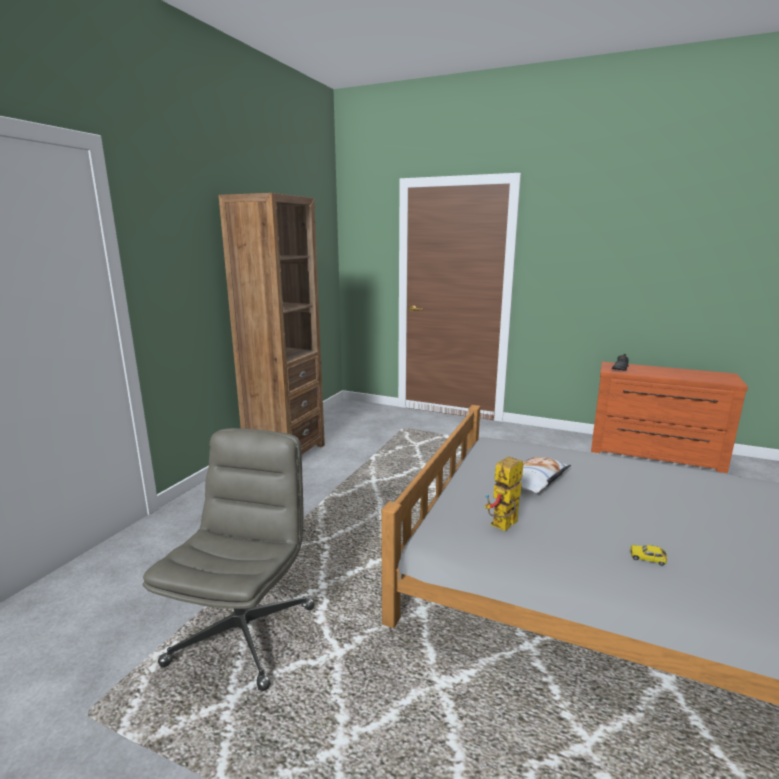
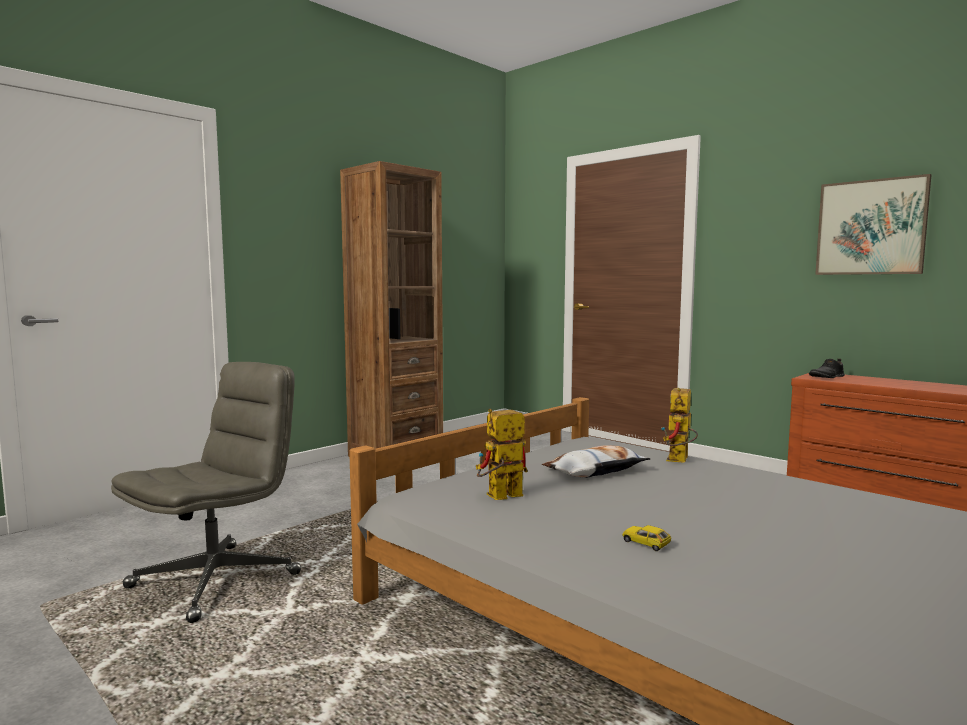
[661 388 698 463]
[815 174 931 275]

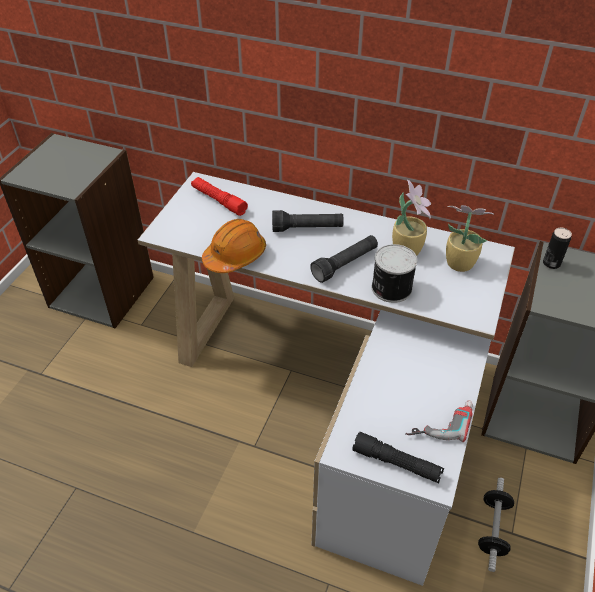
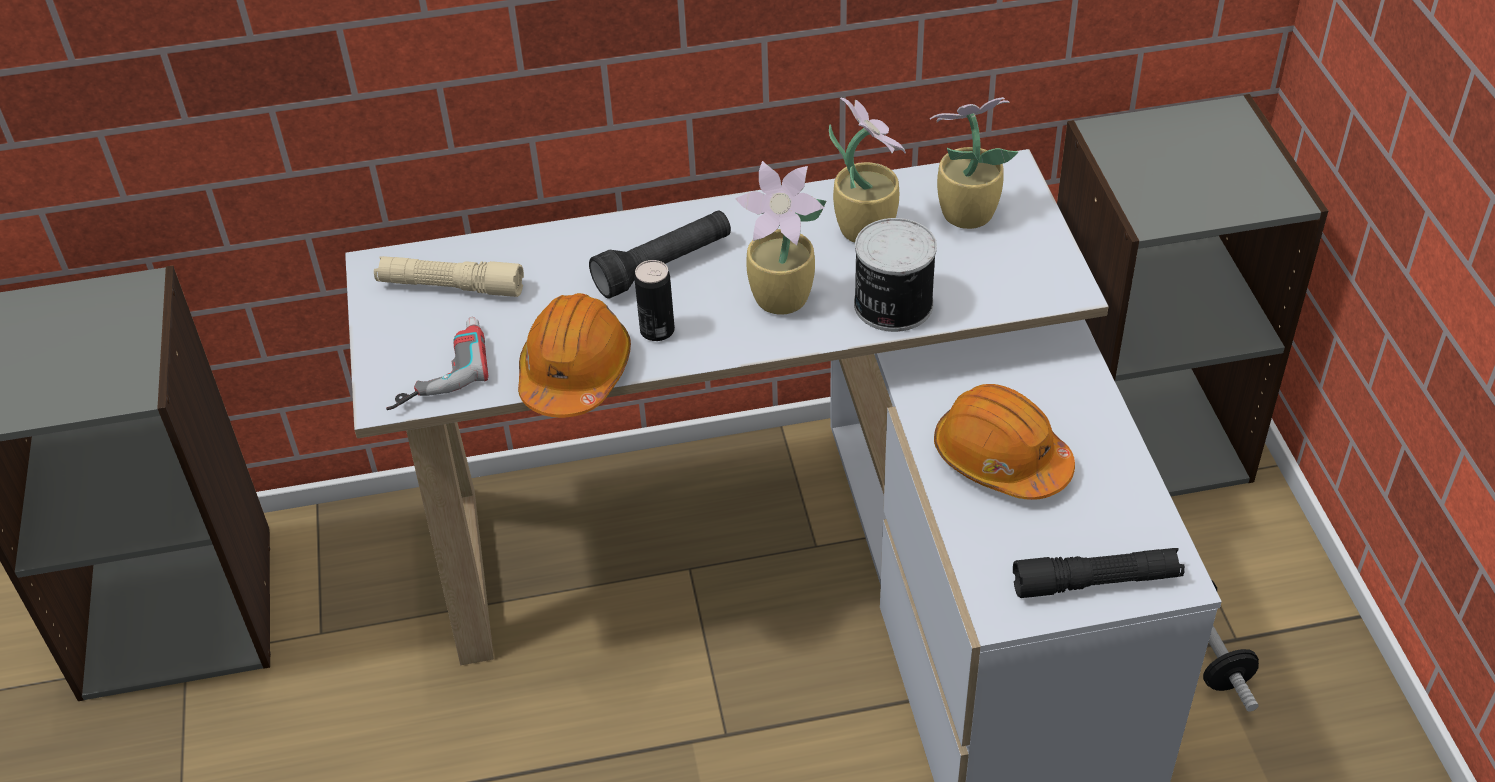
[374 256 524 297]
[735 161 826 315]
[386 317 488 410]
[634 260 675 341]
[934 384 1075 500]

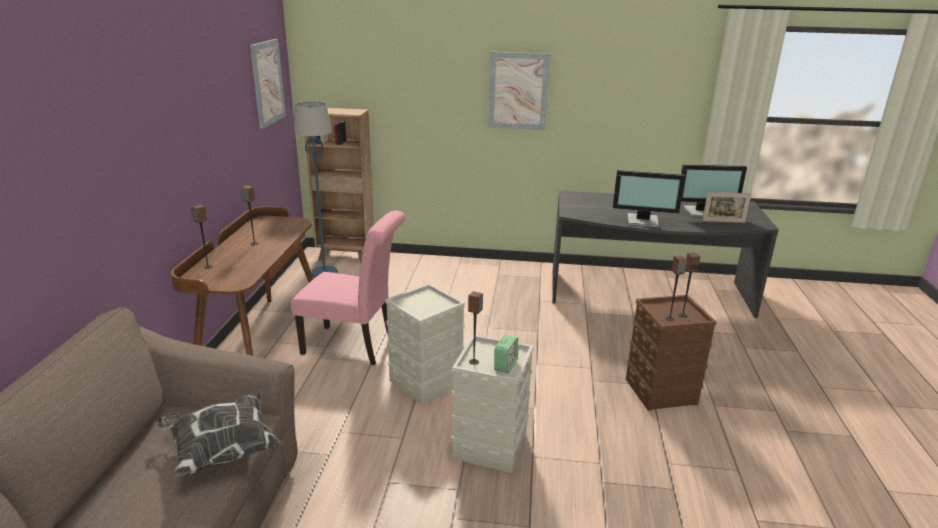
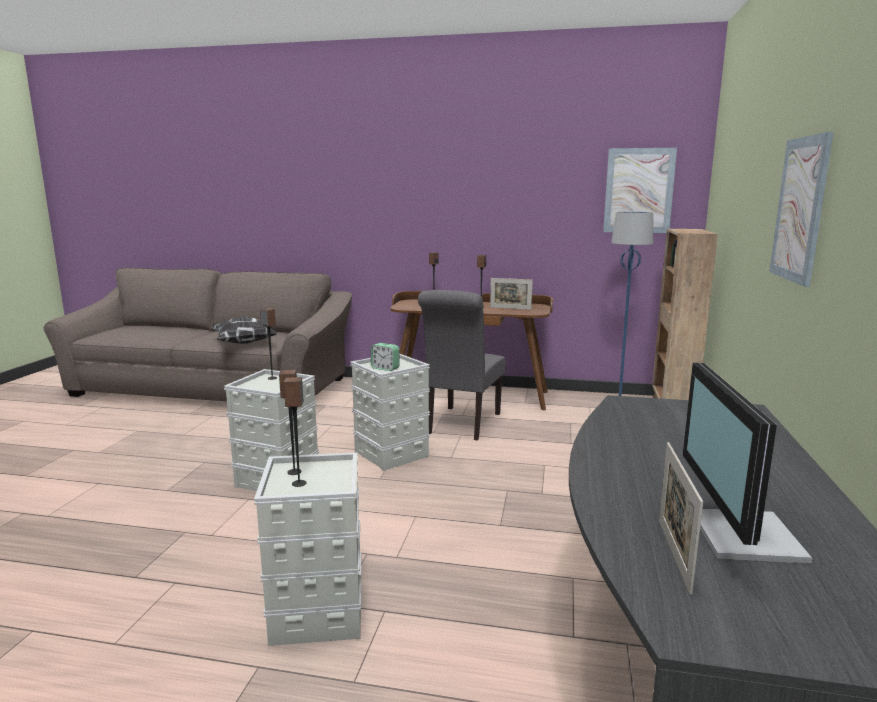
[418 290 506 441]
[371 343 399 371]
[613 170 685 227] (first image)
[254 452 361 646]
[490 278 533 310]

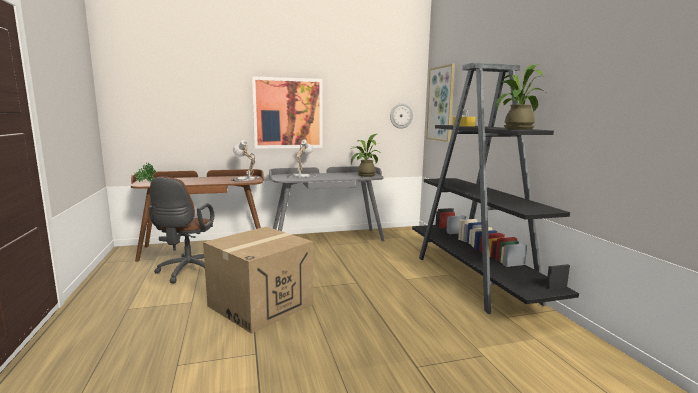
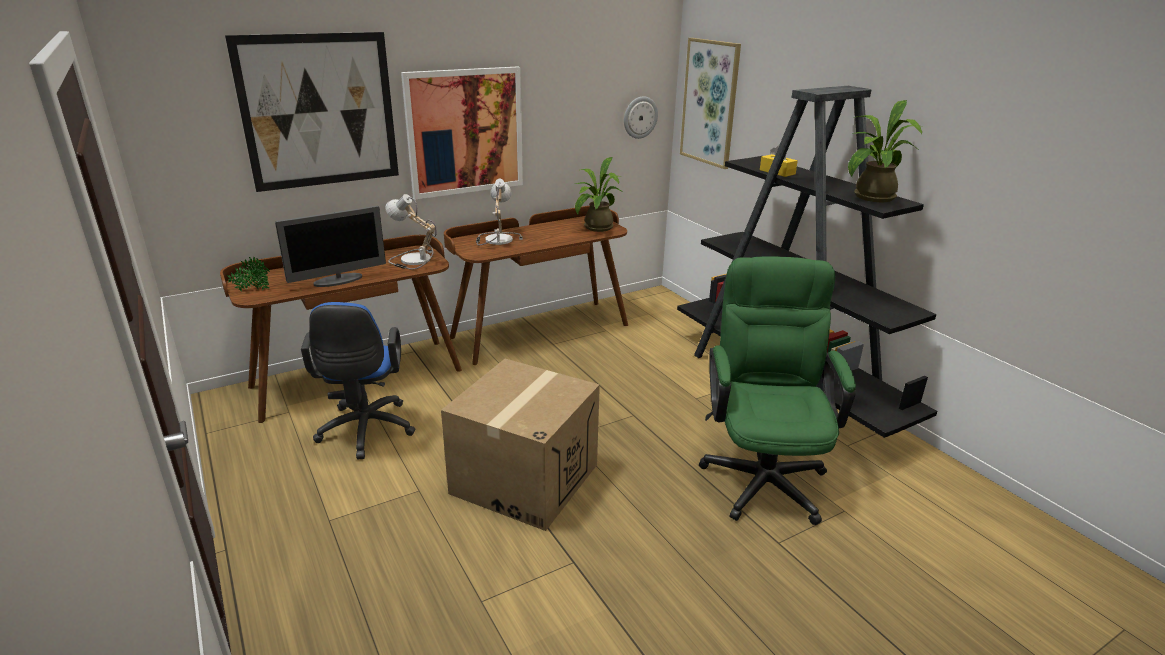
[301 302 416 459]
[444 206 628 365]
[225 32 399 192]
[275 206 386 287]
[699 256 856 525]

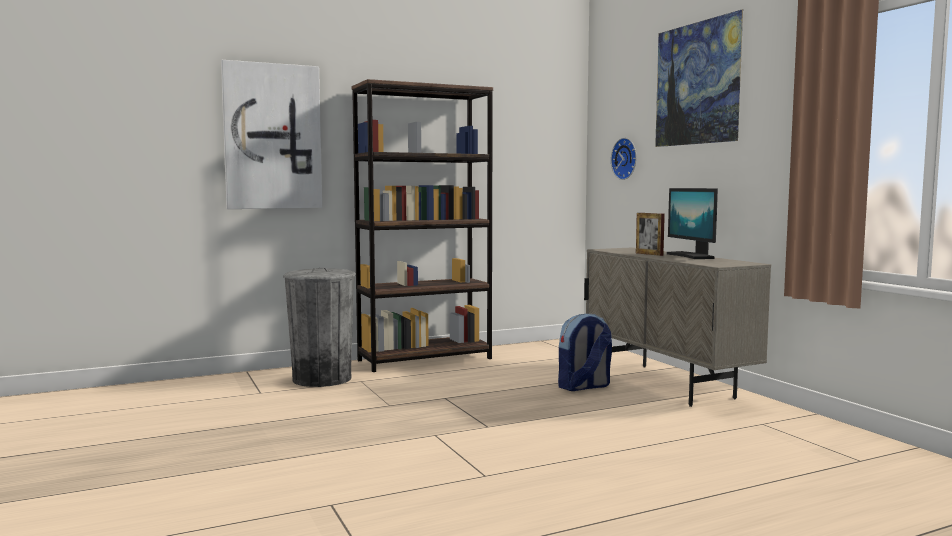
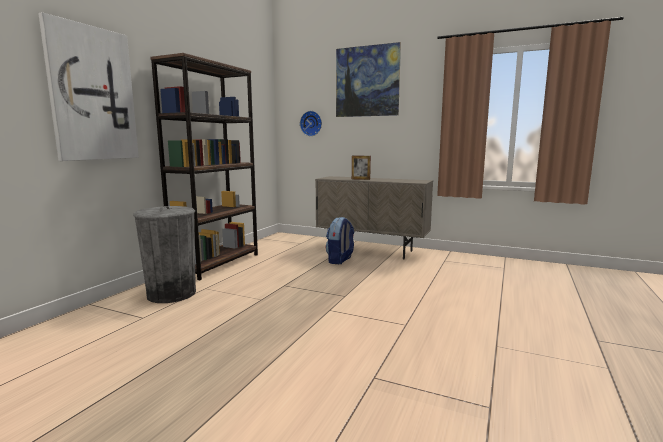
[667 188 718 259] (first image)

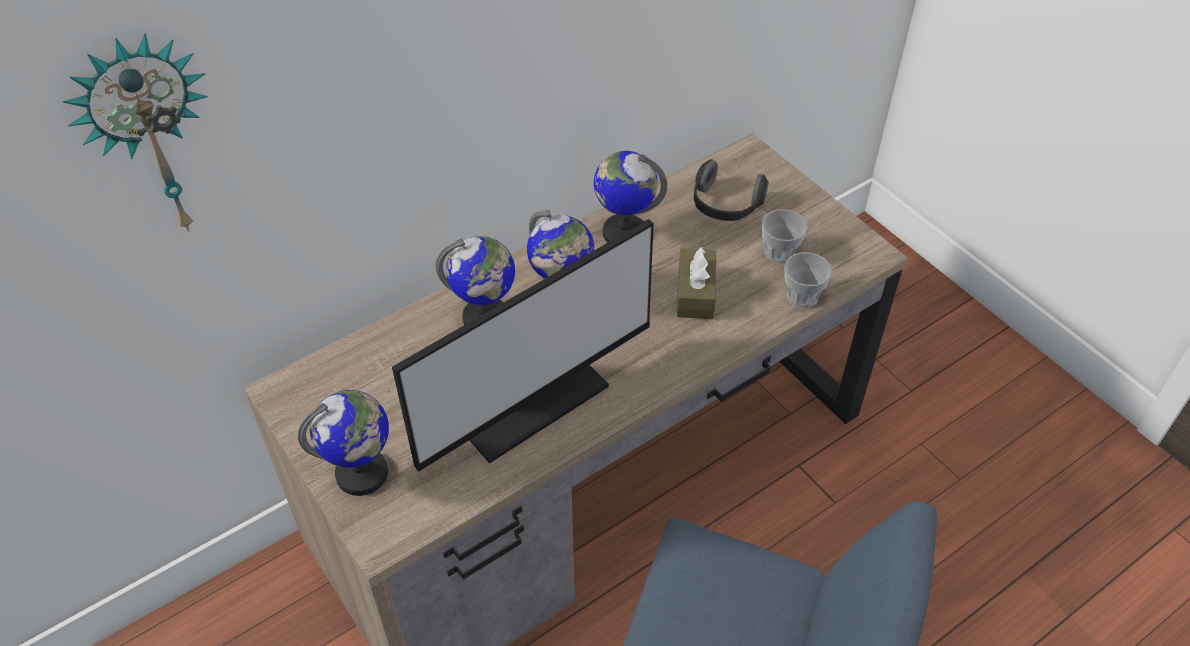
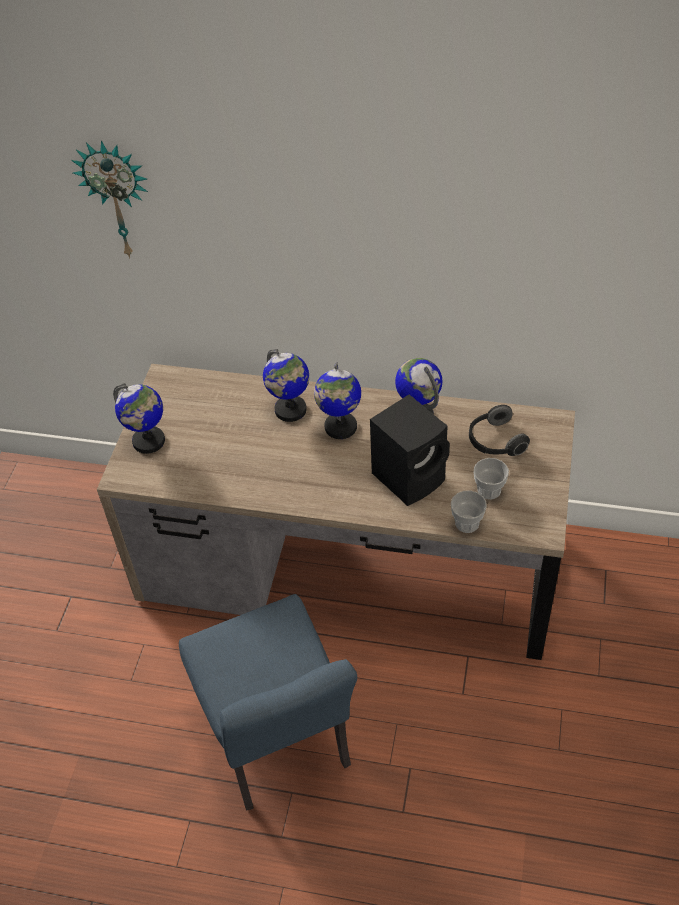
[392 219 654 471] (first image)
[370 394 450 506]

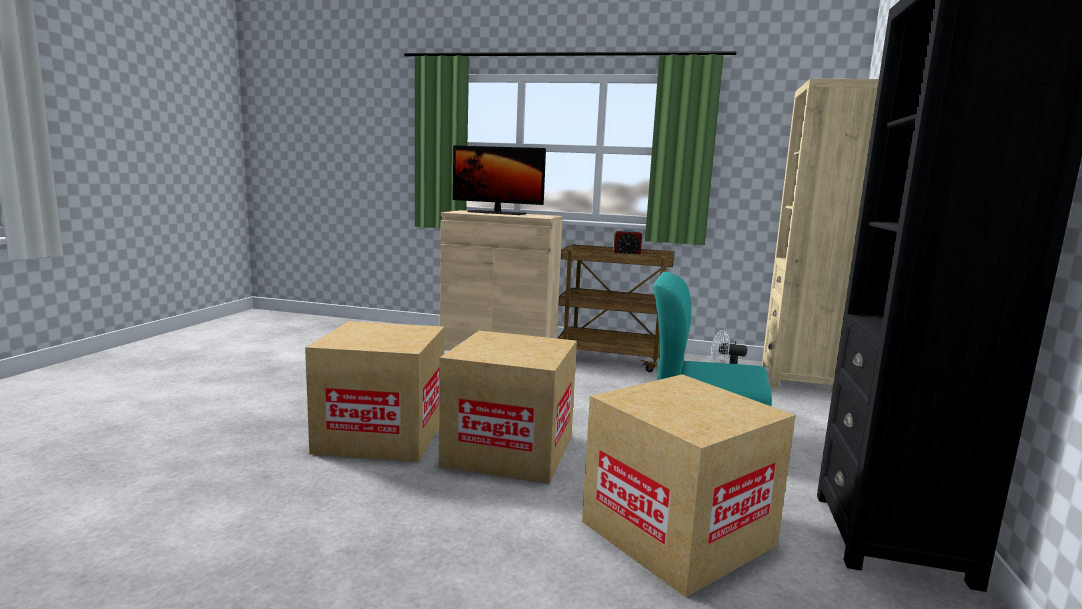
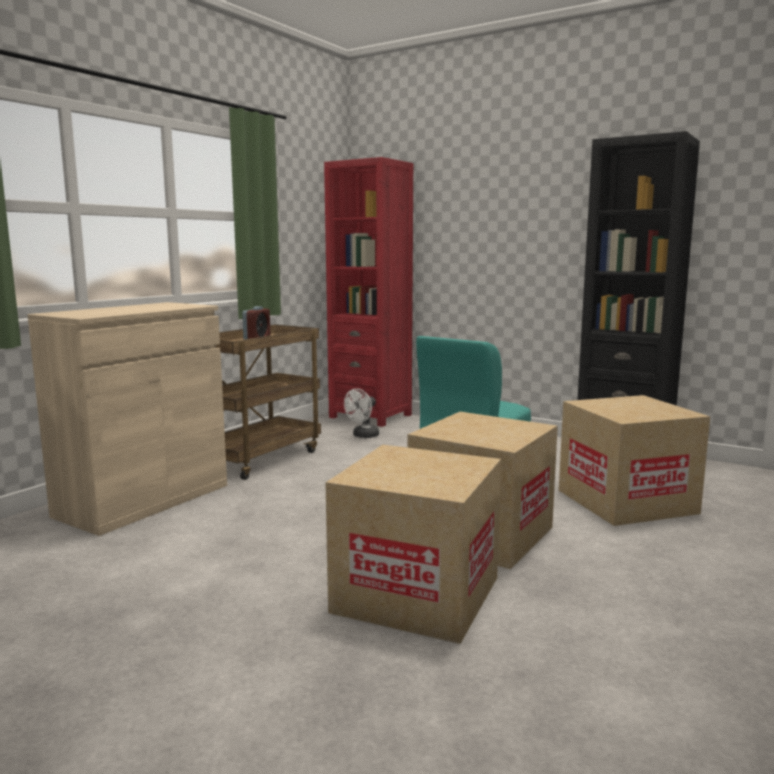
[453 146 546 215] (first image)
[324 157 413 427]

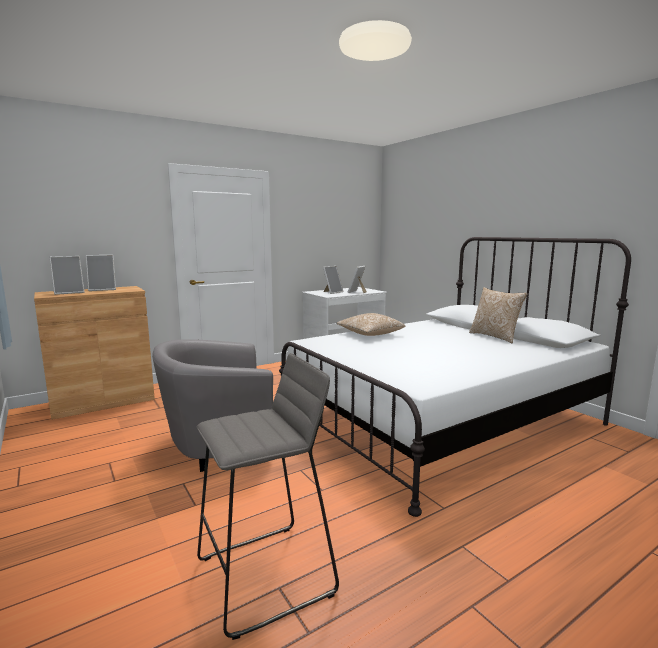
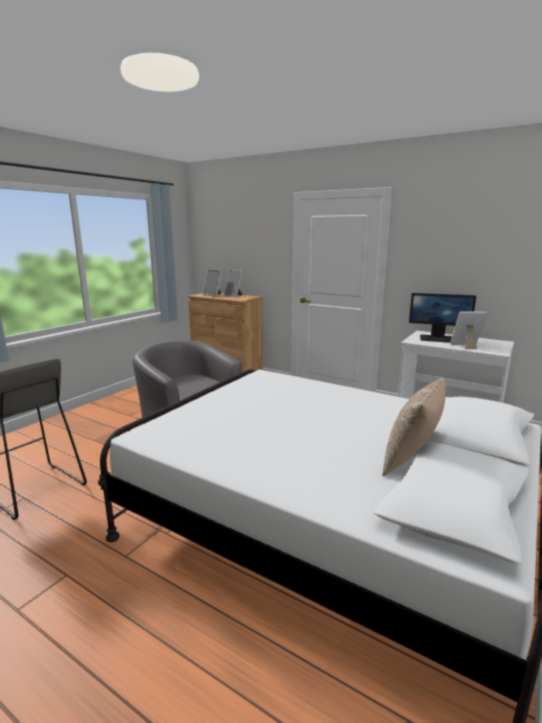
[409 293 476 343]
[336 313 405 336] (first image)

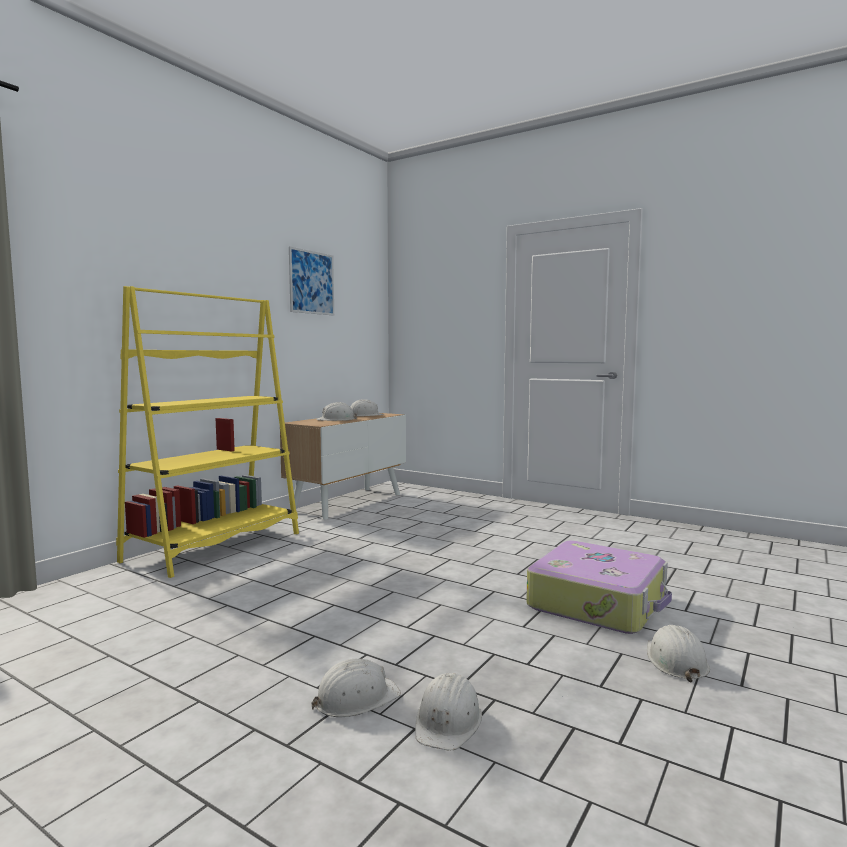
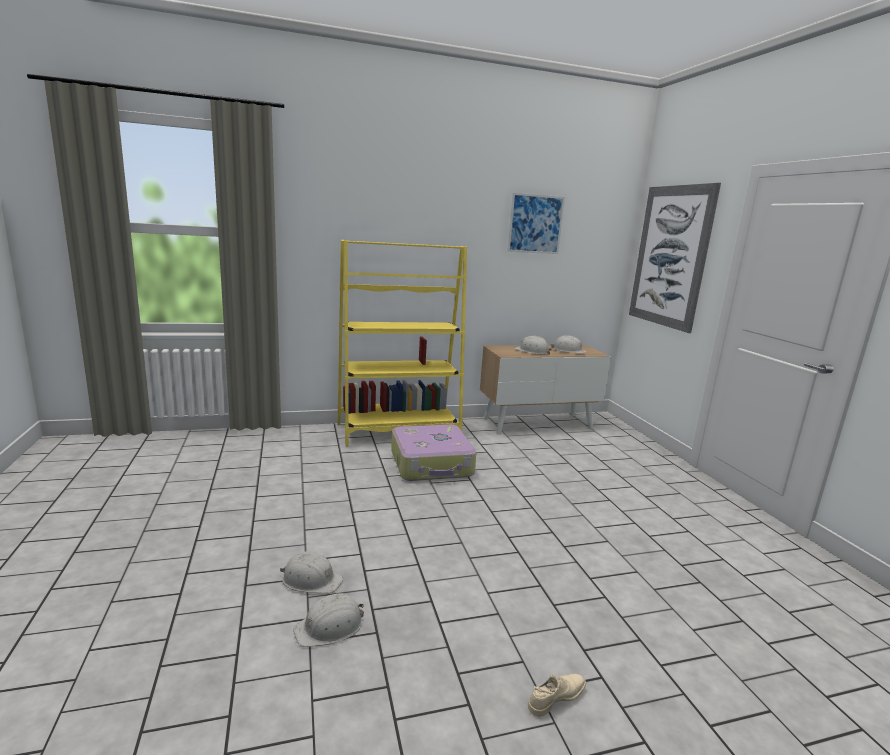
[391 425 477 481]
[528 674 586 717]
[629 183 721 333]

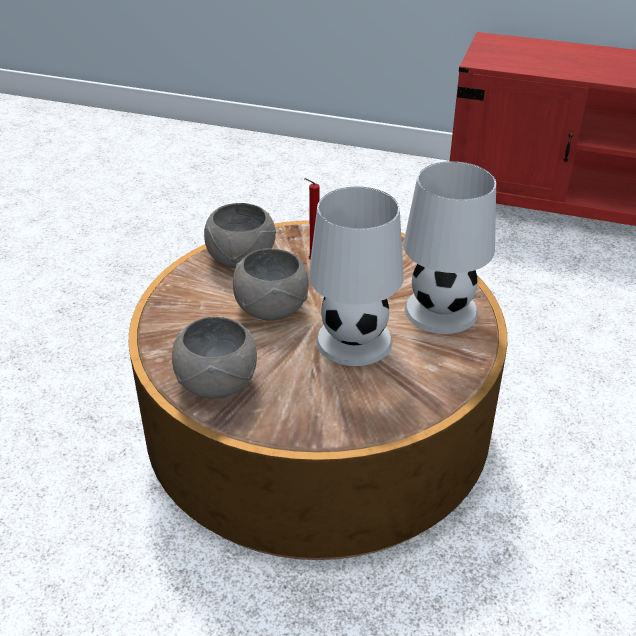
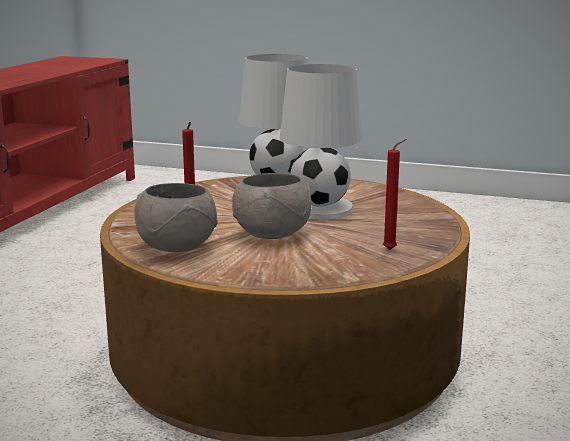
[383 139 407 250]

